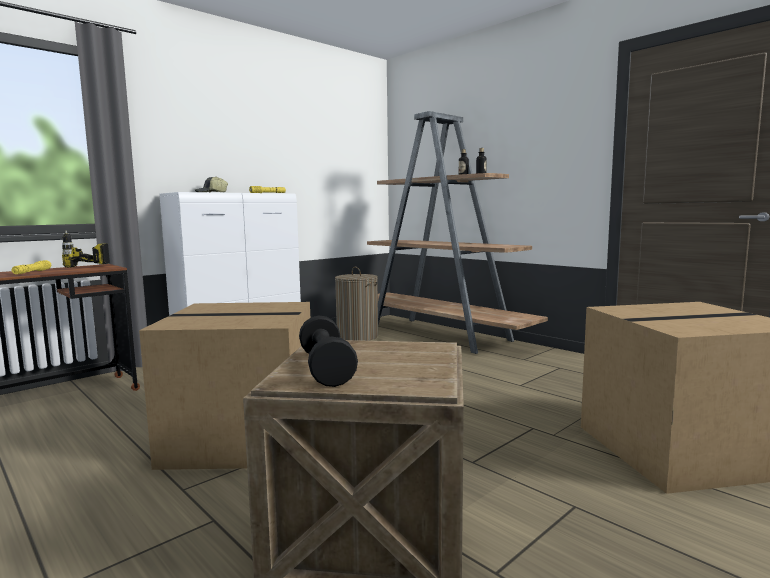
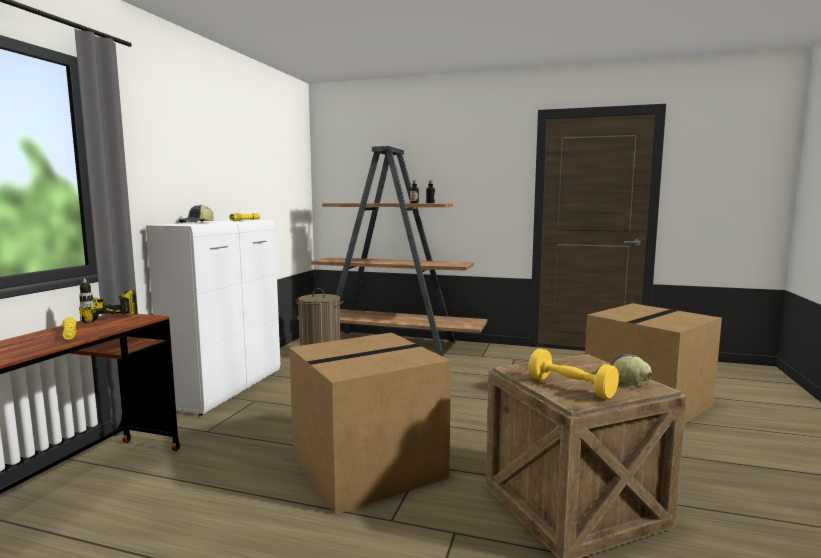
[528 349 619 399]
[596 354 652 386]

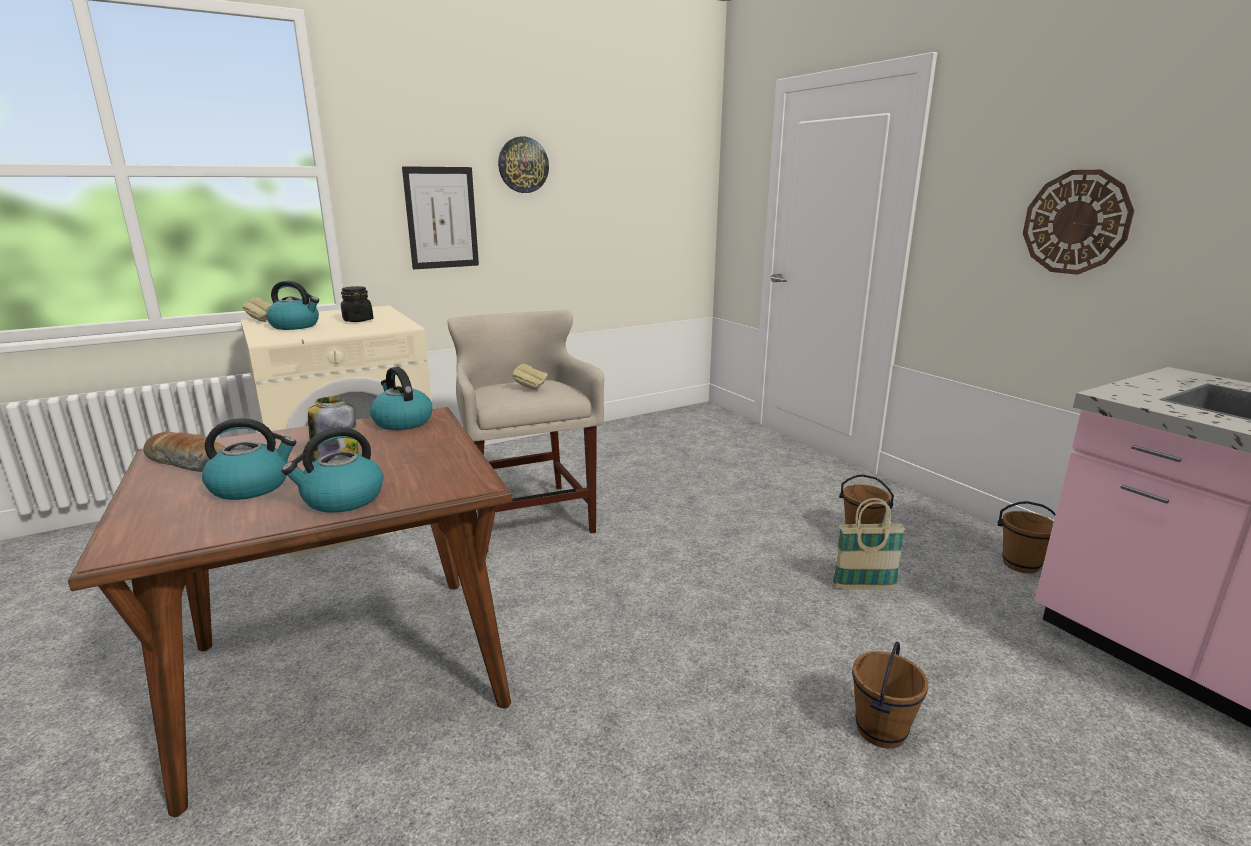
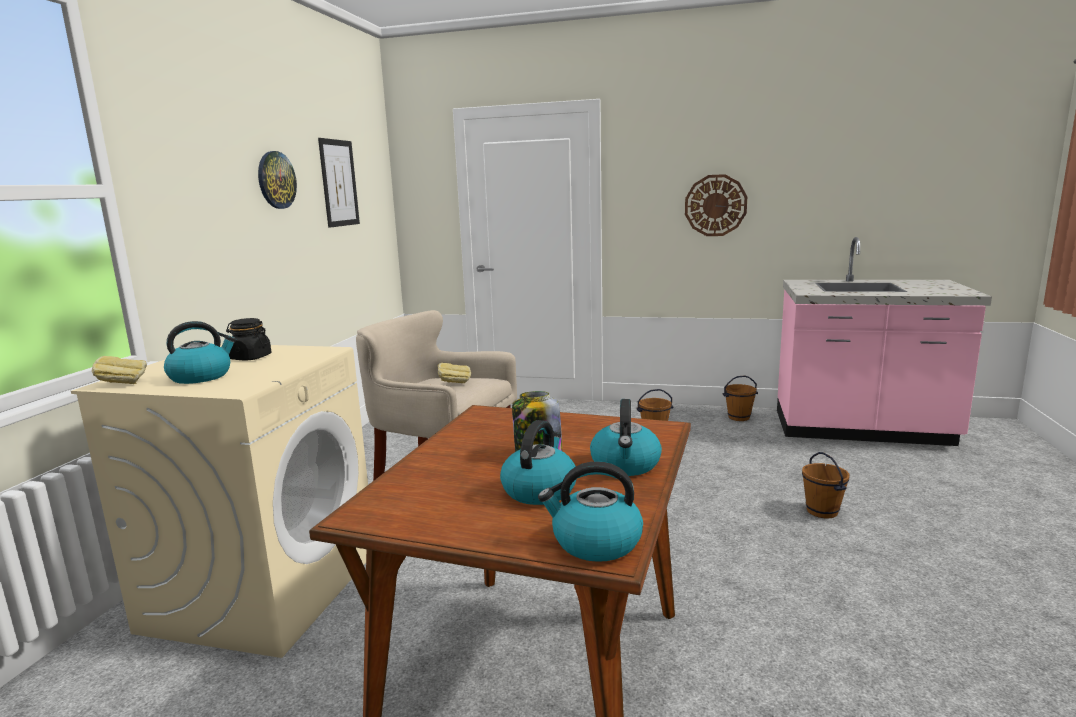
[143 431 225 472] (first image)
[538 461 643 562]
[318 138 360 228]
[833 498 906 590] (first image)

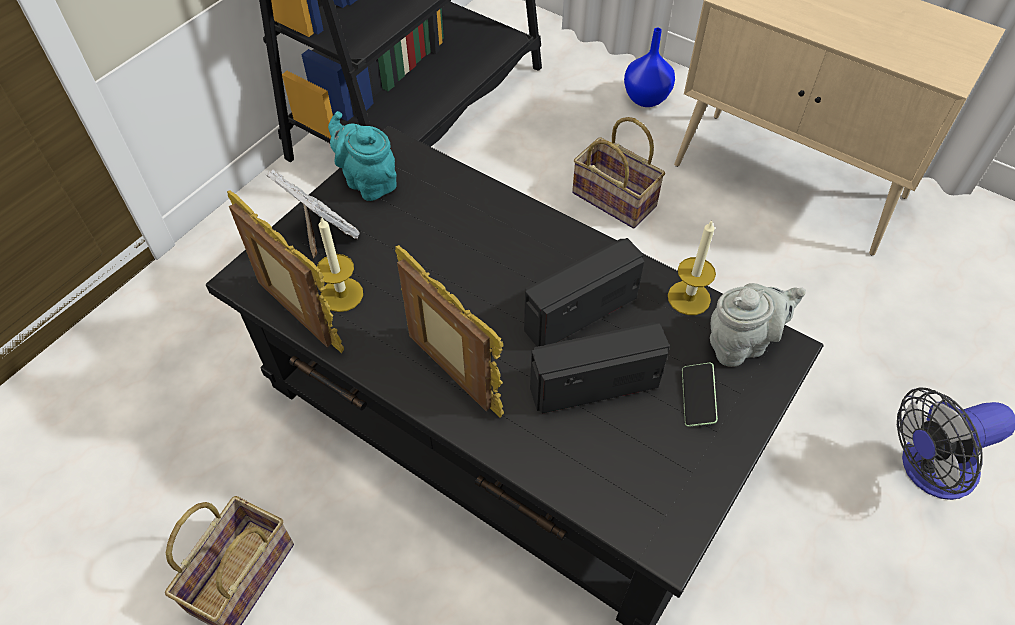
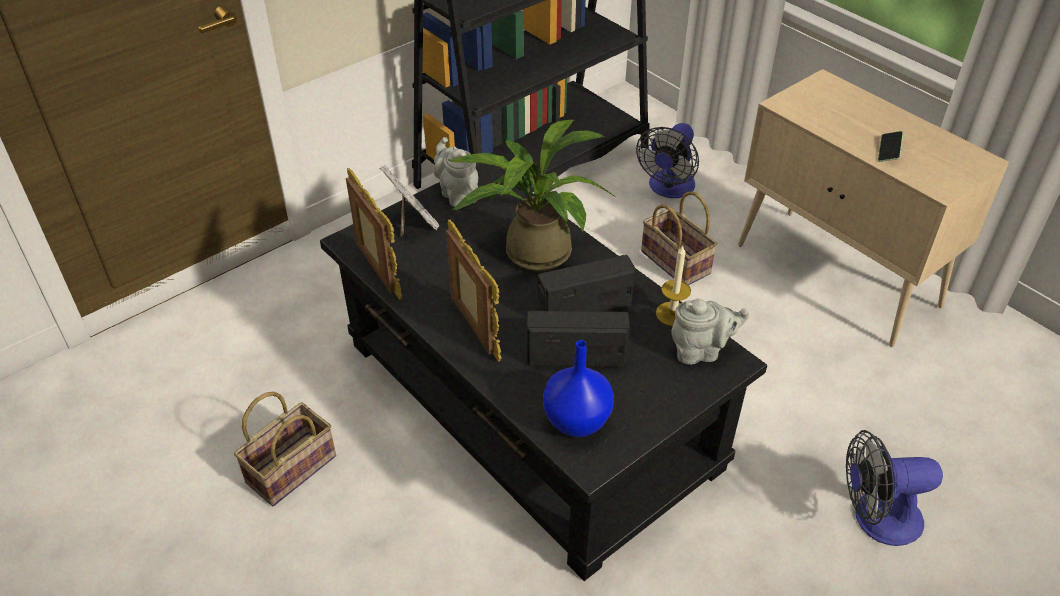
[317 216 363 312] (first image)
[434 137 478 207]
[543 340 614 437]
[878 131 903 162]
[447 120 615 272]
[636 123 699 198]

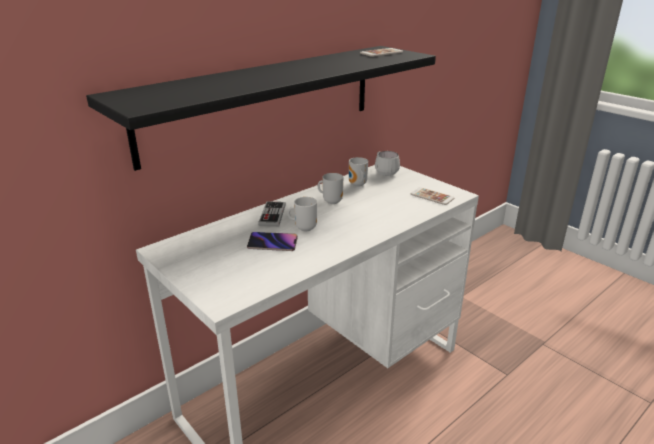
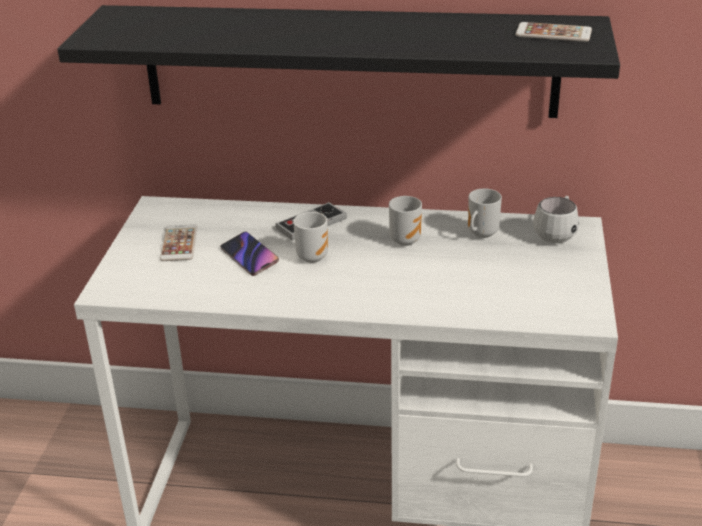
[160 224 197 261]

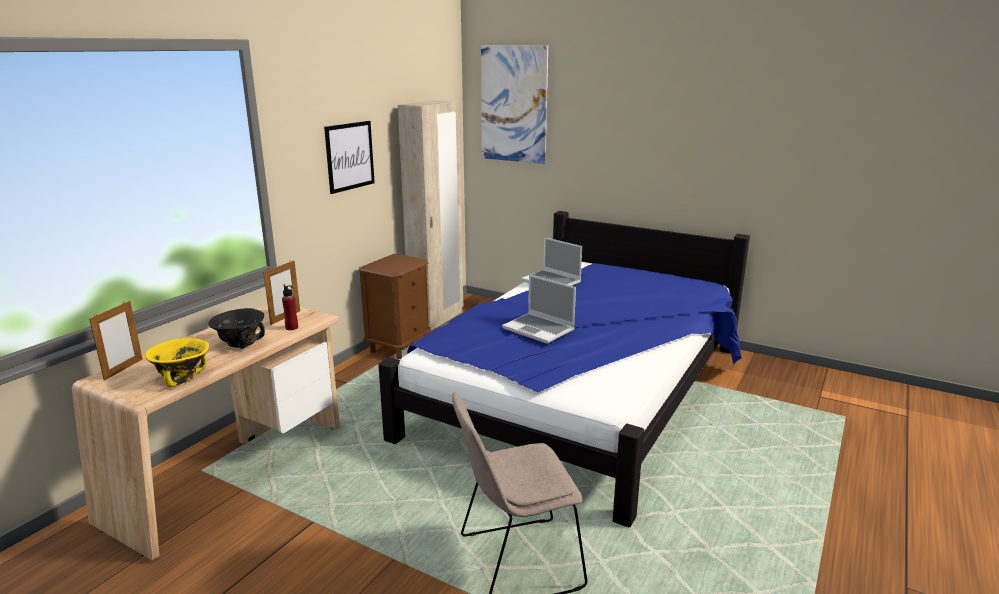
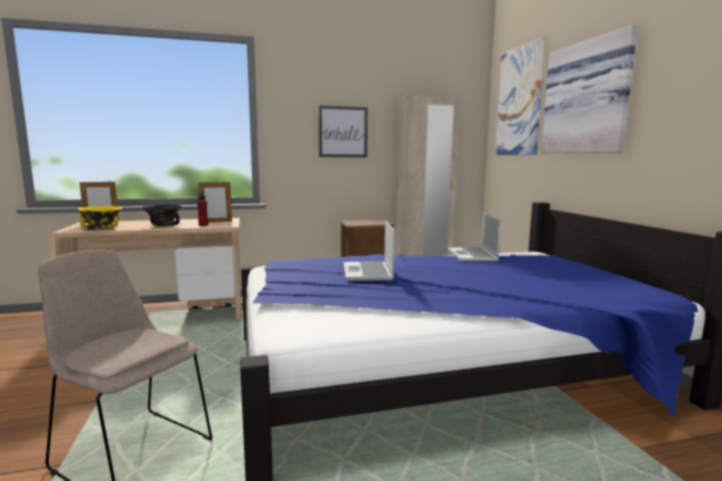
[541 24 638 153]

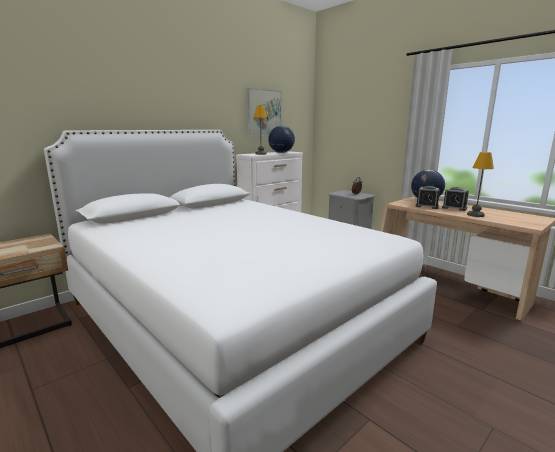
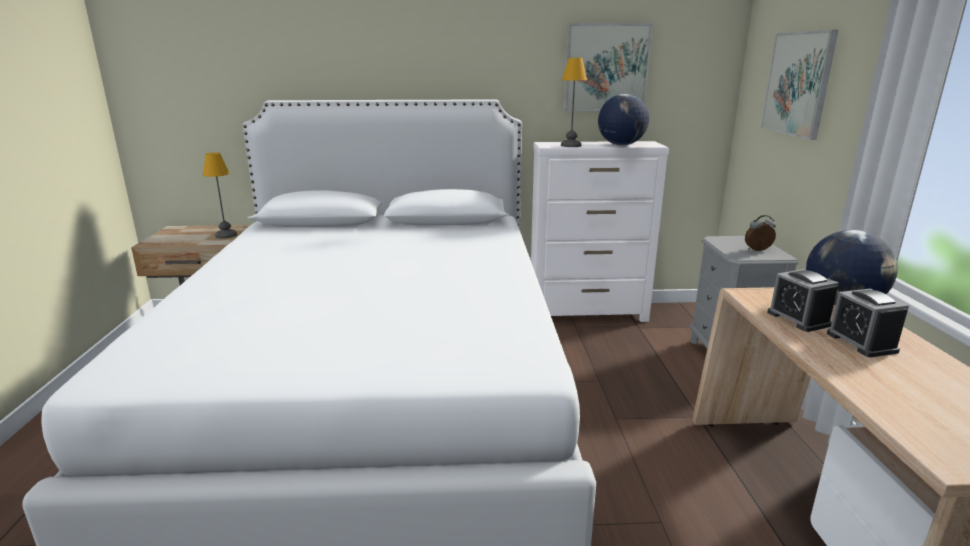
[203 152 237 239]
[761 30 838 140]

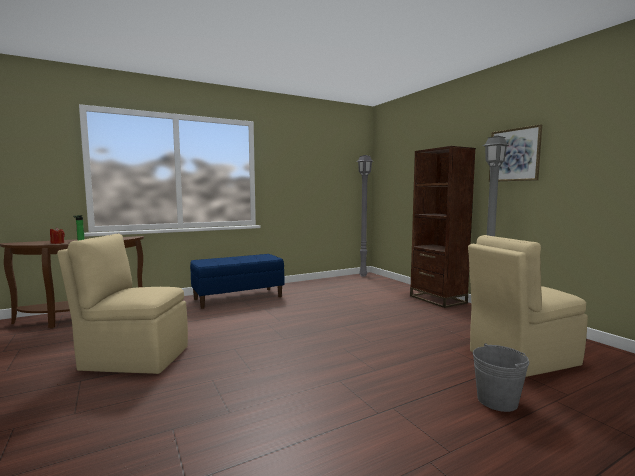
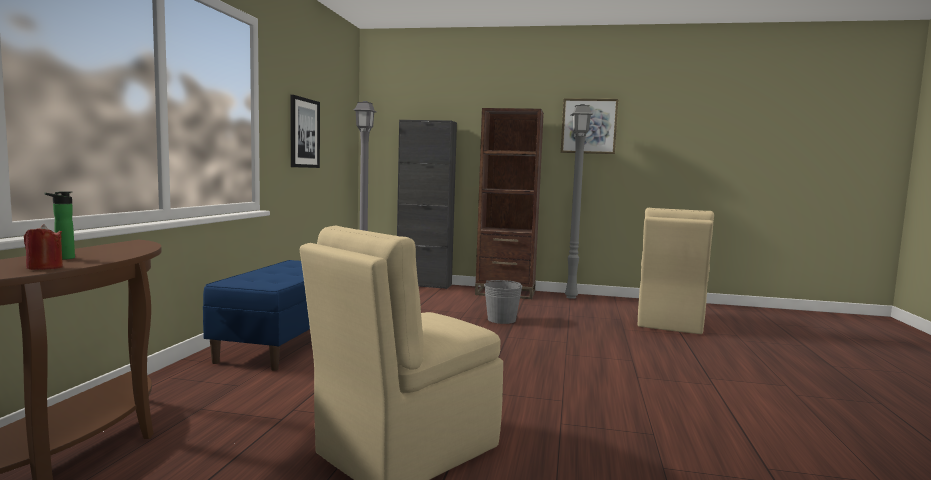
[484 280 523 324]
[290 95 320 168]
[397 120 457 289]

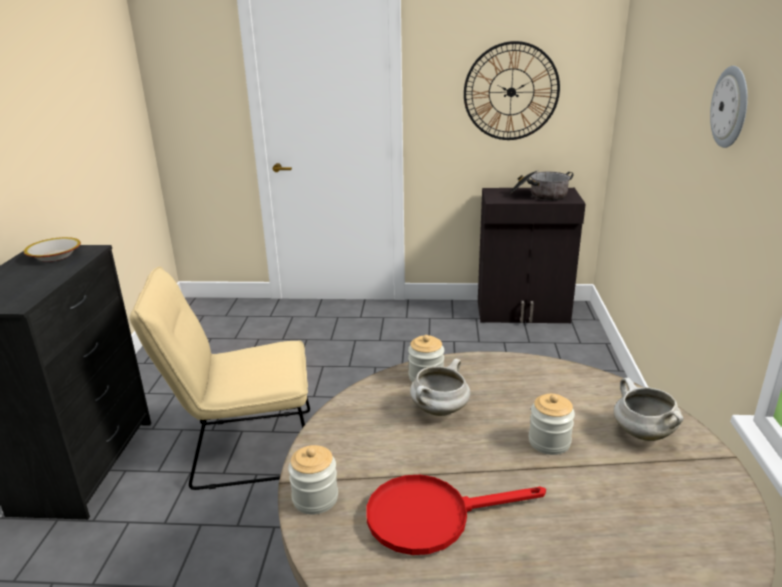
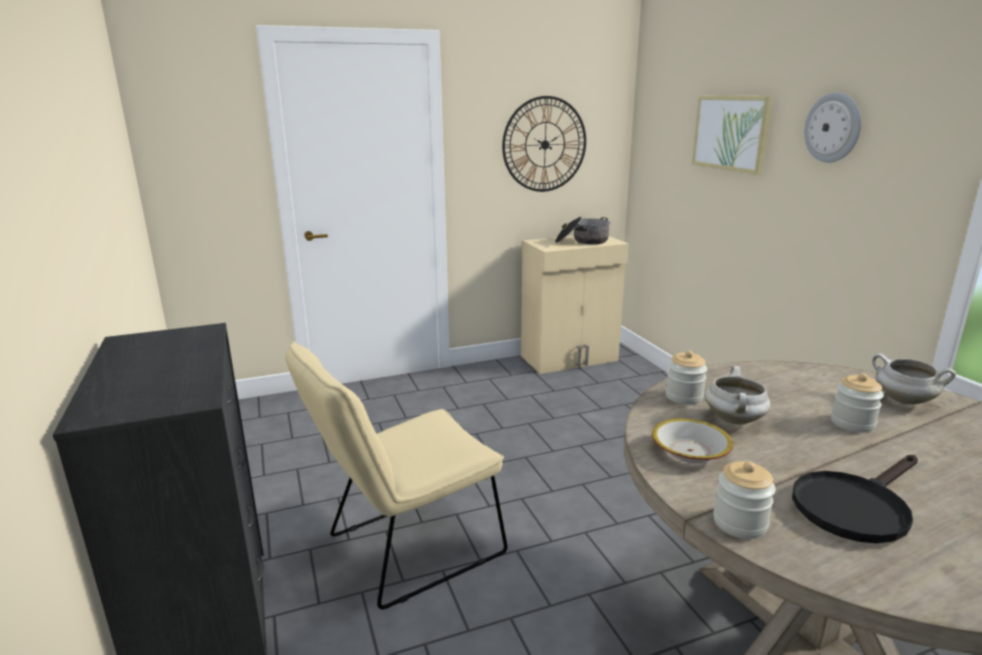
[652 418 733 463]
[792 455 918 543]
[521 236 629 374]
[692 96 773 175]

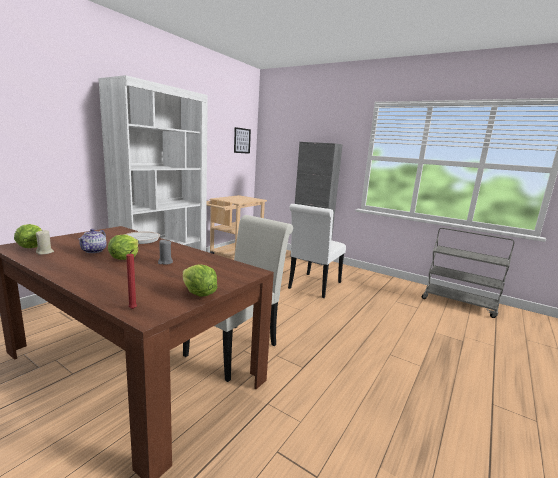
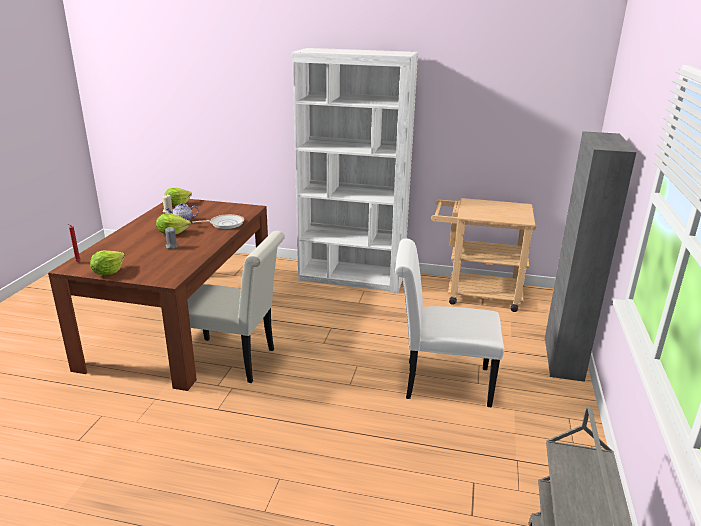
[234 127 251 154] (first image)

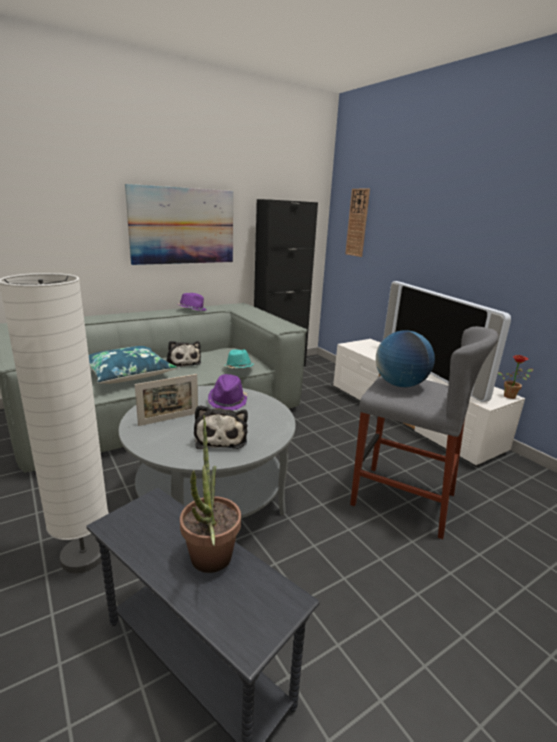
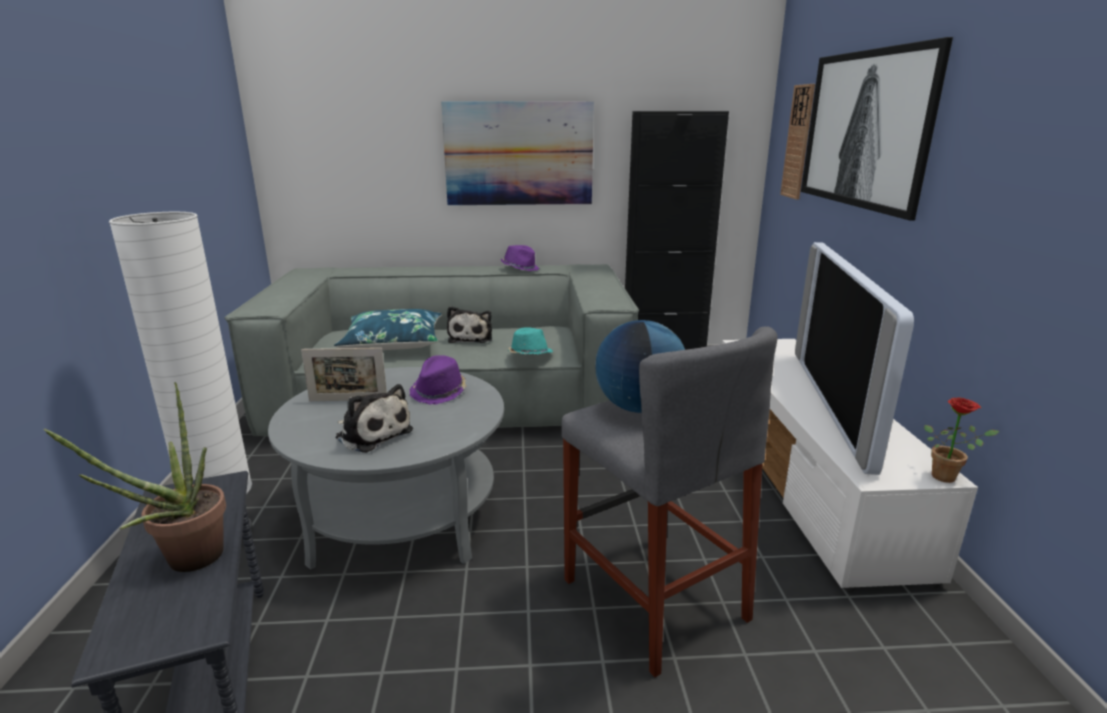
[335 384 413 453]
[801 37 953 220]

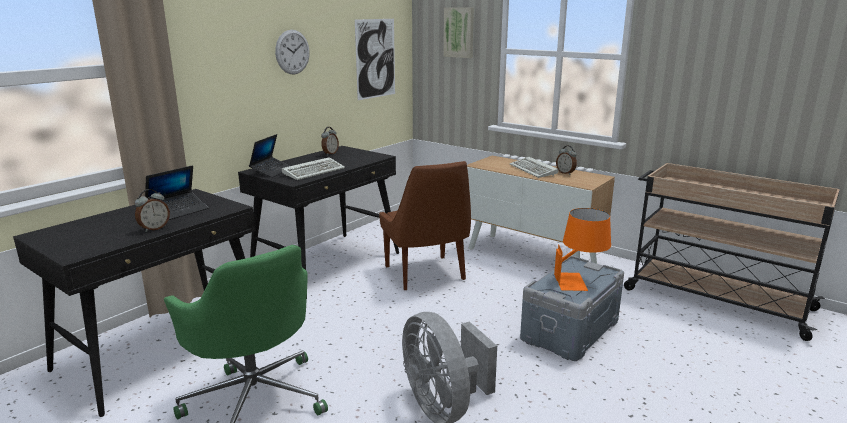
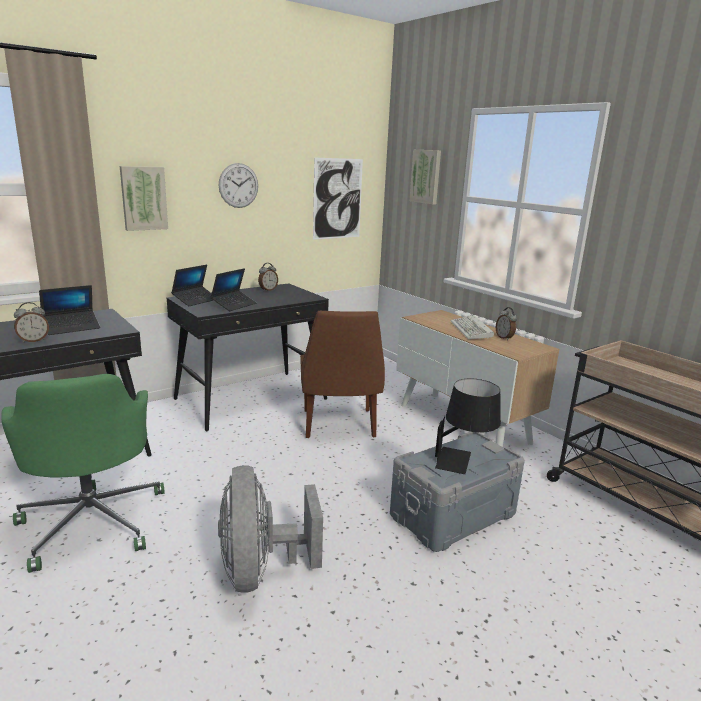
[211 268 257 311]
[435 379 501 474]
[120 166 168 231]

